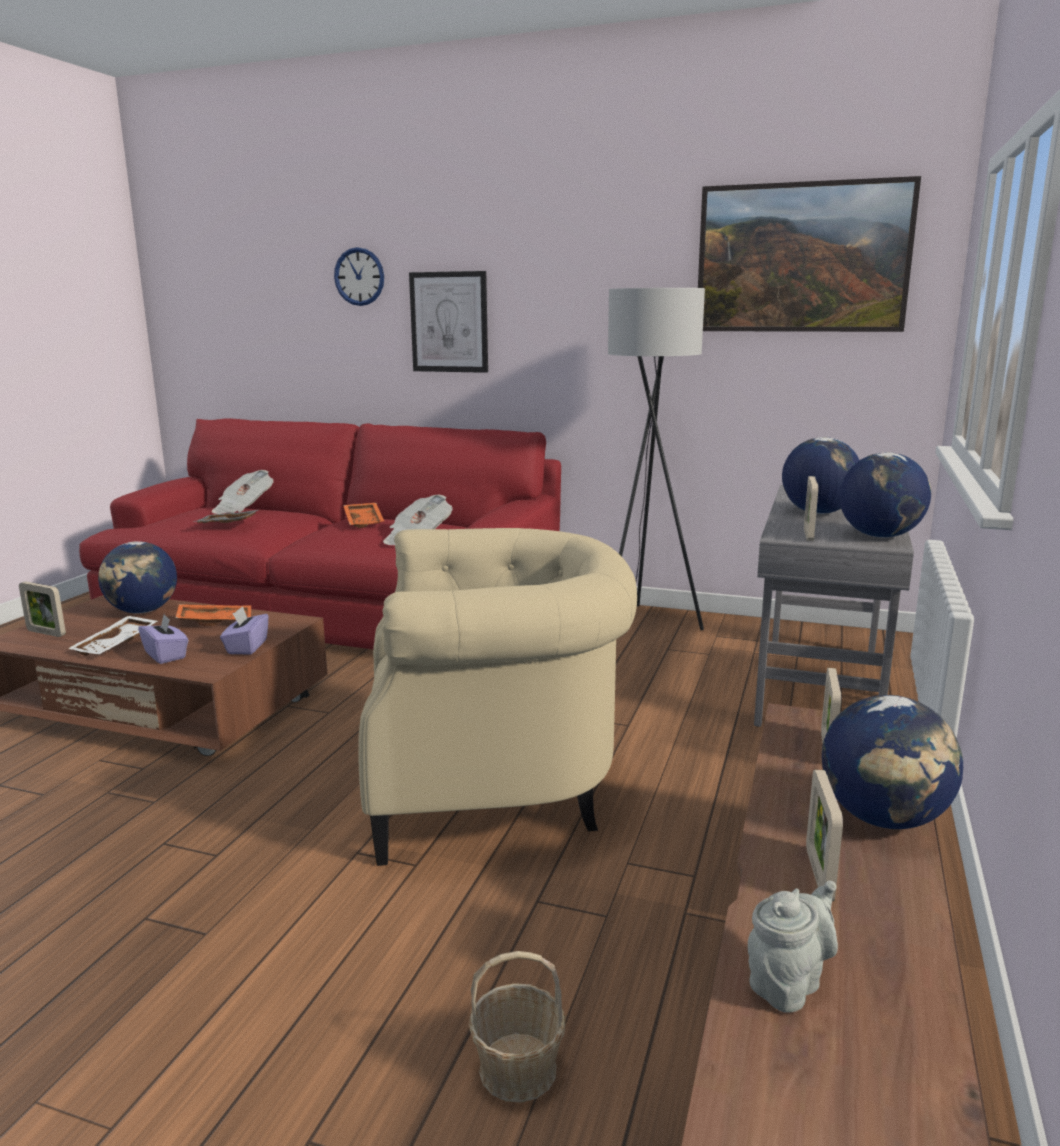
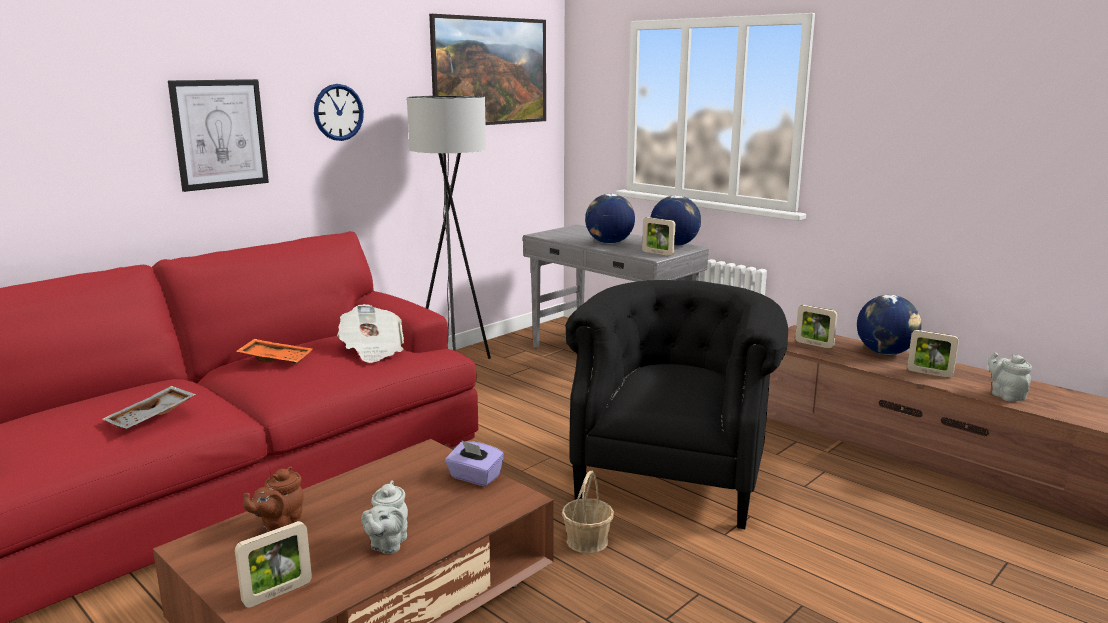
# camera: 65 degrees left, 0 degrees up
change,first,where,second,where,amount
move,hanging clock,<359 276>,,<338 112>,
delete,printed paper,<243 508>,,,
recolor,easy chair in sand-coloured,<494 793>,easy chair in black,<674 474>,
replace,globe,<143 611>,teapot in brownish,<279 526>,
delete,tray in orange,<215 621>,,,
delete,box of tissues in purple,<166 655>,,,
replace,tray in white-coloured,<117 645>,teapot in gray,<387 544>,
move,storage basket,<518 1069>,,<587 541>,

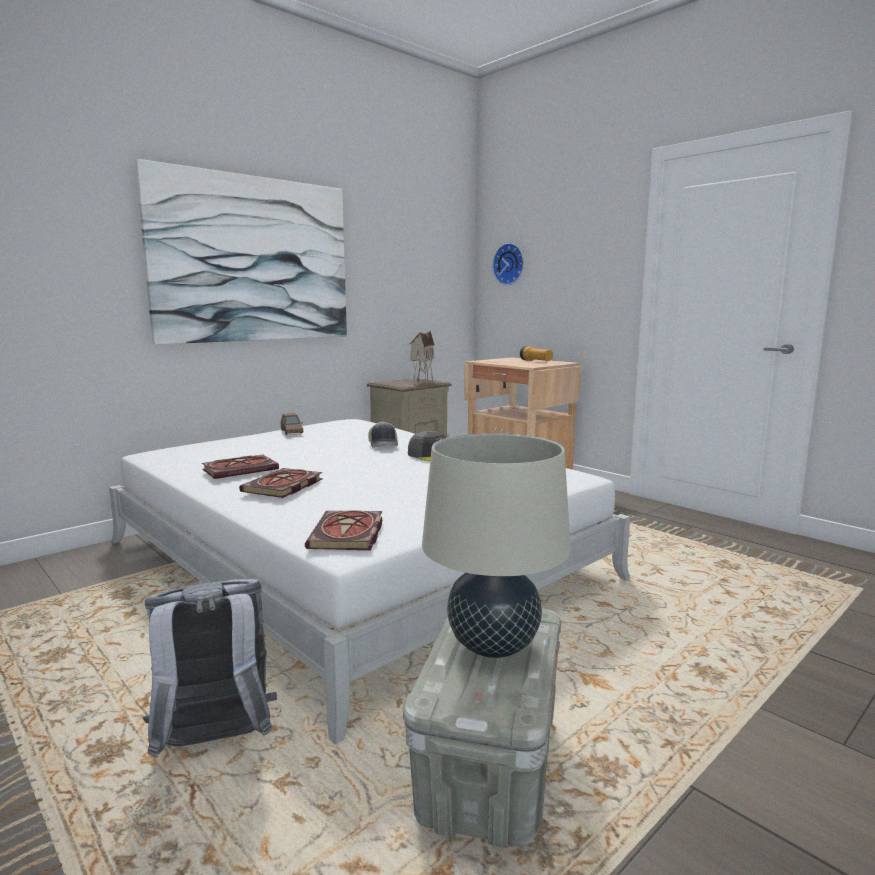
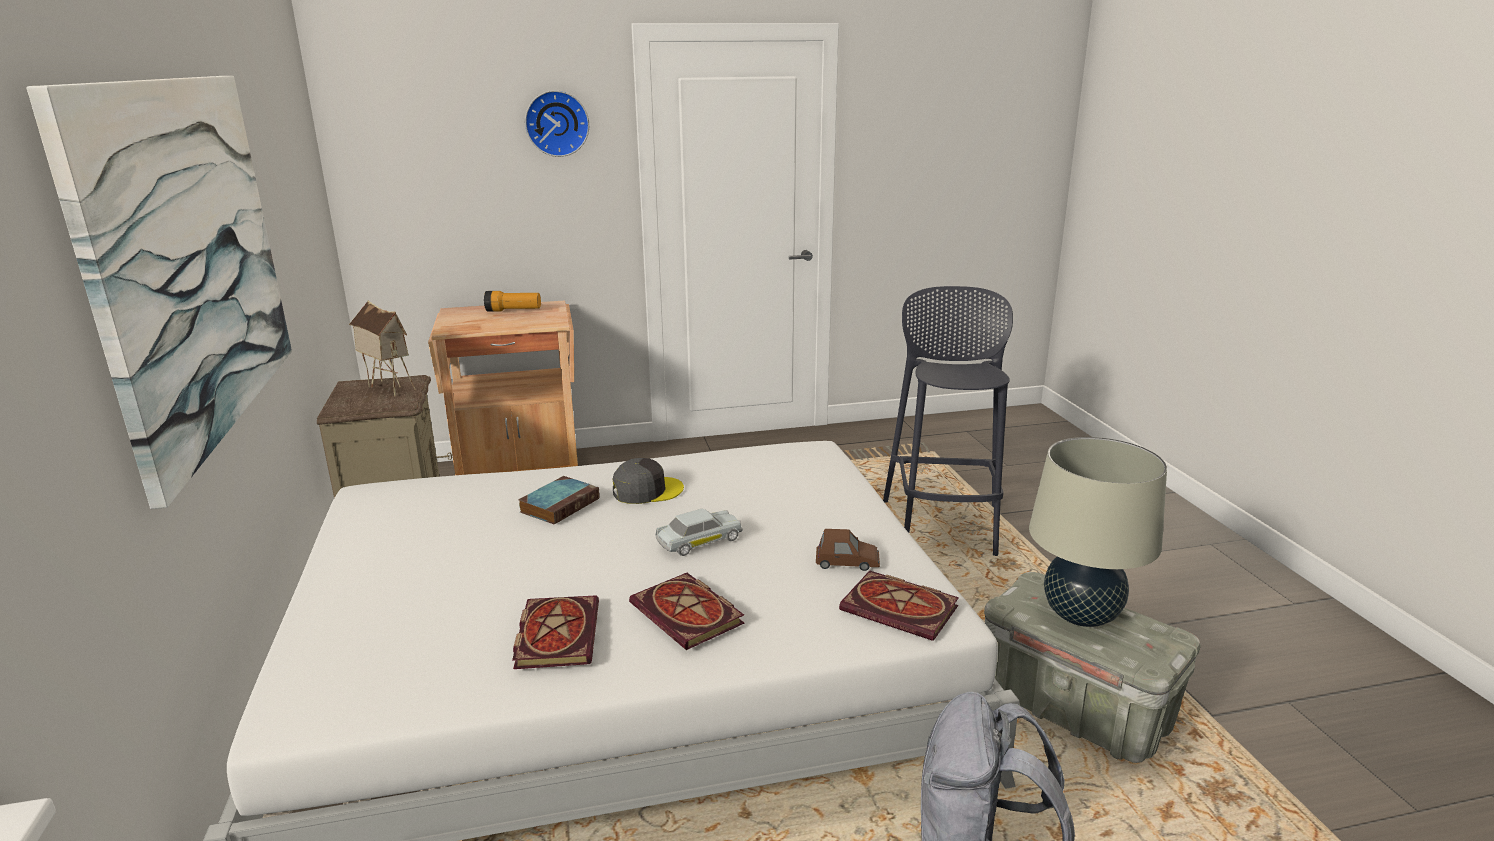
# camera: 60 degrees left, 10 degrees up
change,first,where,second,where,amount
move,hanging clock,<510 264>,,<557 123>,
move,model car in brownish,<292 432>,,<847 562>,
replace,baseball cap,<384 444>,bound book,<560 504>,
insert,,,stool in gray,<944 525>,
insert,,,model car in white-coloured,<699 541>,

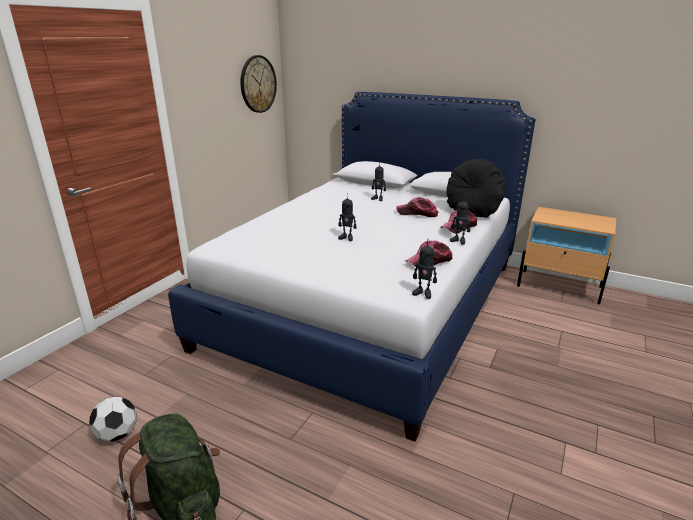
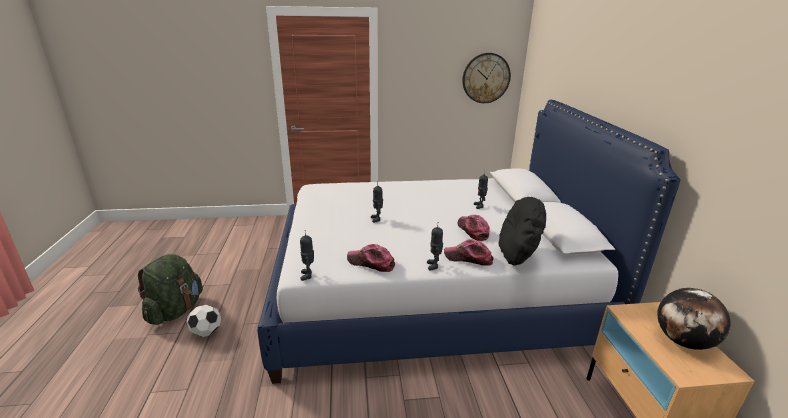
# camera: 55 degrees right, 0 degrees up
change,first,where,second,where,amount
move,ball for football,<118 434>,,<206 332>,
insert,,,globe,<683 341>,

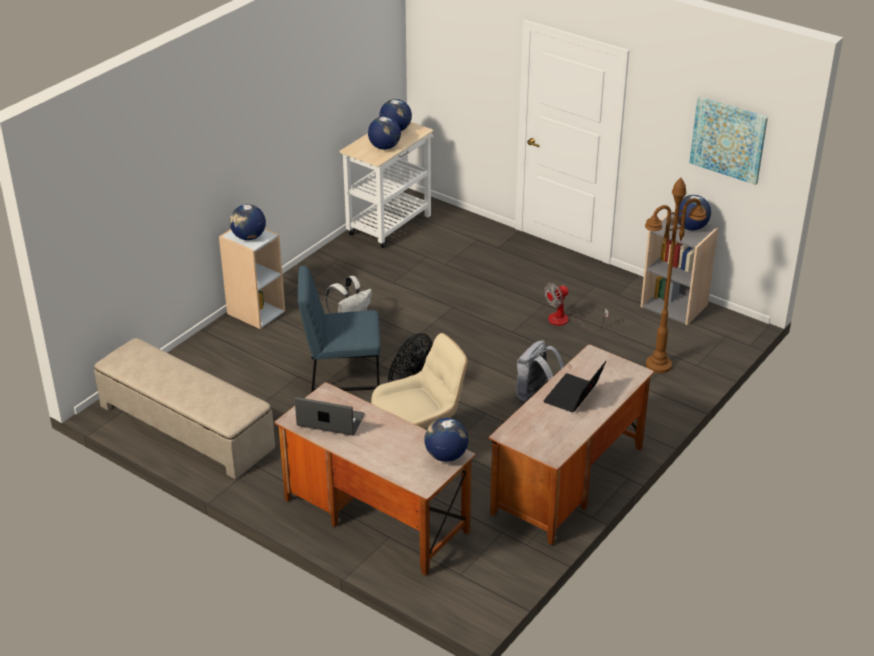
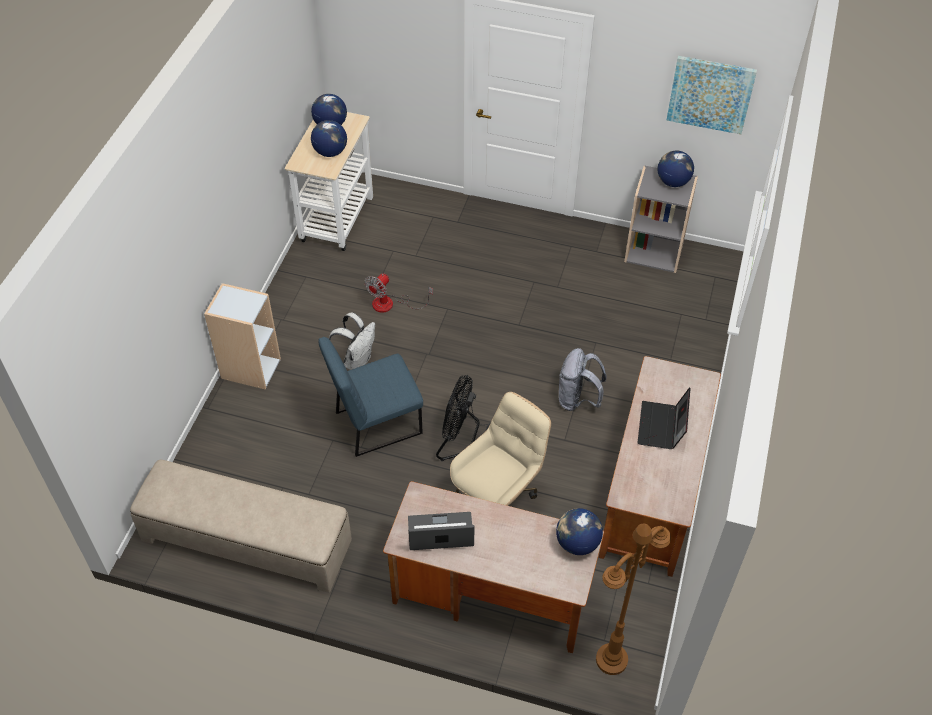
# camera: 20 degrees left, 15 degrees up
change,first,where,second,where,amount
move,floor lamp in brownish,<659 365>,,<611 659>,
delete,globe,<248 237>,,,
move,cooling fan,<566 321>,,<391 304>,

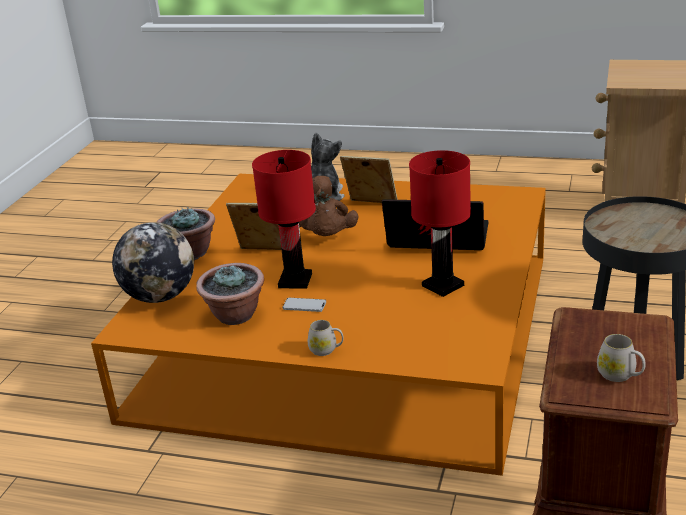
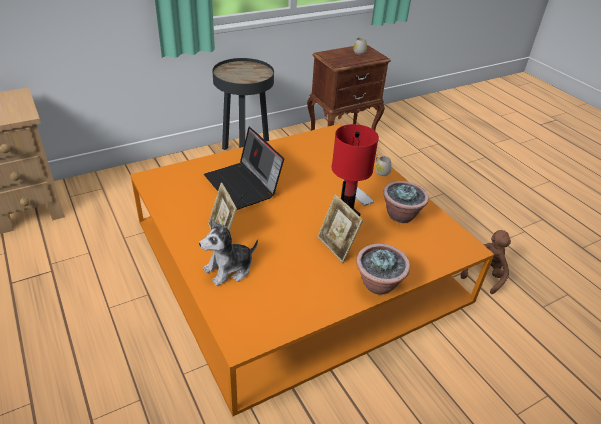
# camera: 140 degrees left, 10 degrees up
change,first,where,second,where,amount
delete,table lamp in reddish,<443 286>,,,
move,soft toy in brownish,<326 237>,,<483 273>,
delete,globe,<160 296>,,,

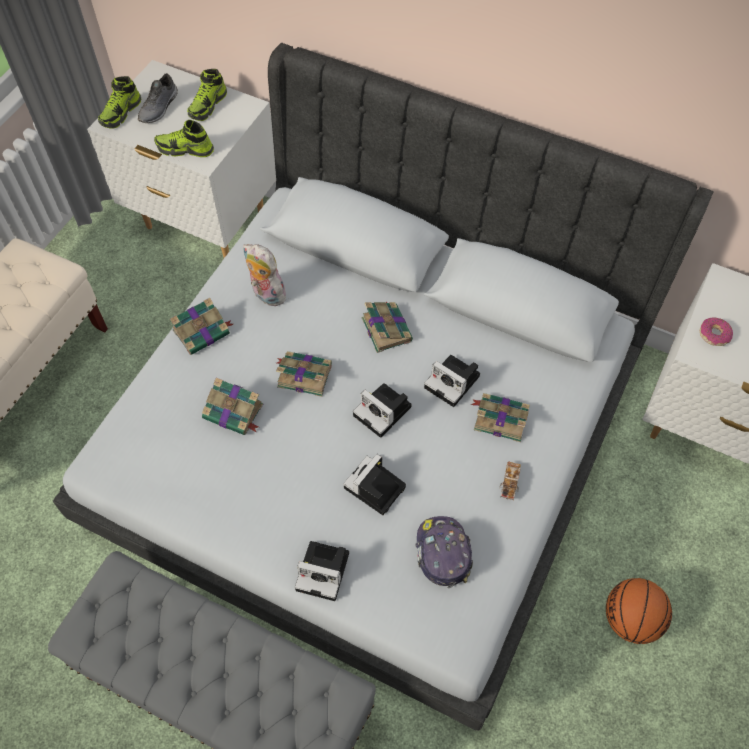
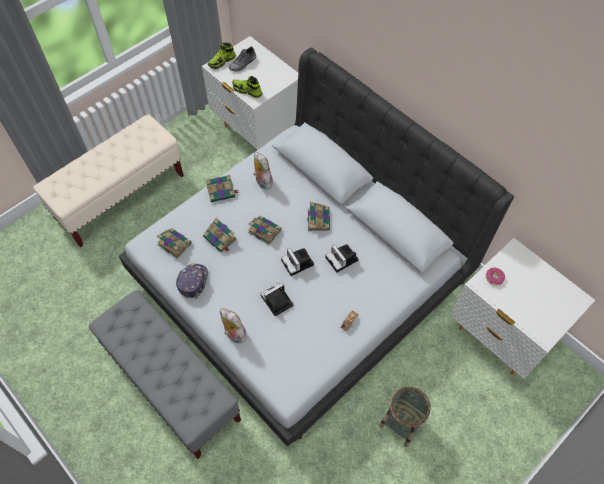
# camera: 20 degrees right, 0 degrees up
change,first,where,second,where,amount
delete,low shoe,<208 105>,,,
move,bound book,<499 418>,,<174 244>,
move,baseball cap,<442 553>,,<192 281>,
replace,photo camera,<325 571>,soft toy,<234 334>,
replace,ball for basketball,<631 619>,storage basket,<402 423>,

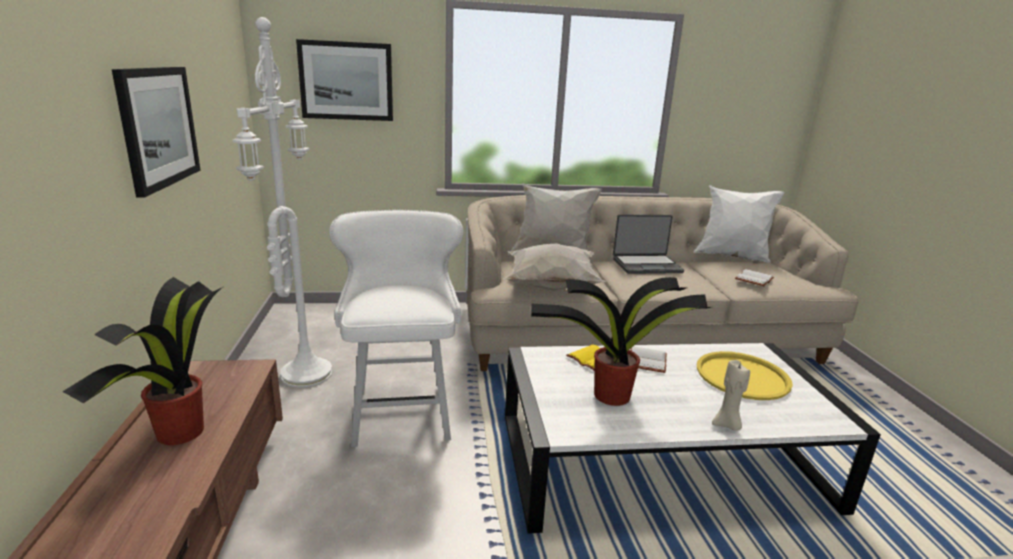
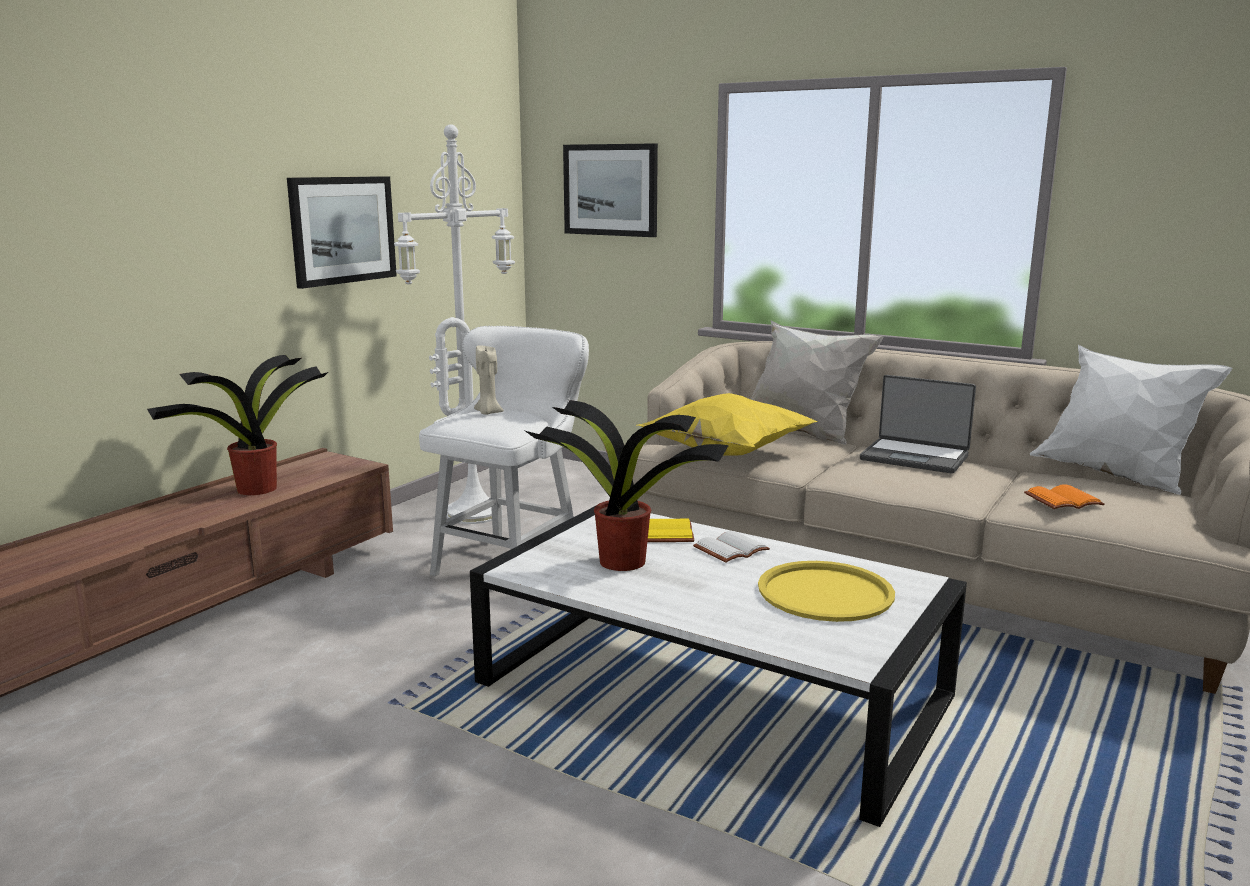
# camera: 40 degrees right, 5 degrees down
change,first,where,second,where,amount
recolor,pillow in white-coloured,<550 287>,pillow in yellowish,<725 454>,
recolor,bound book in white-coloured,<753 279>,bound book in orange,<1063 500>,
move,wax light in sand-coloured,<727 425>,,<488 413>,

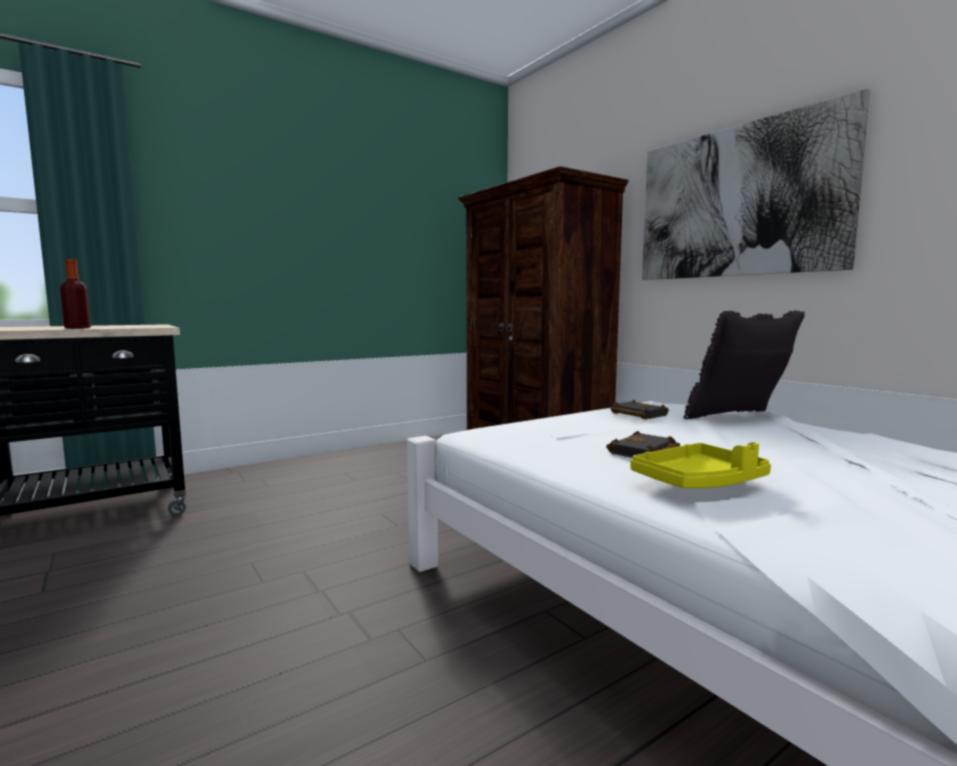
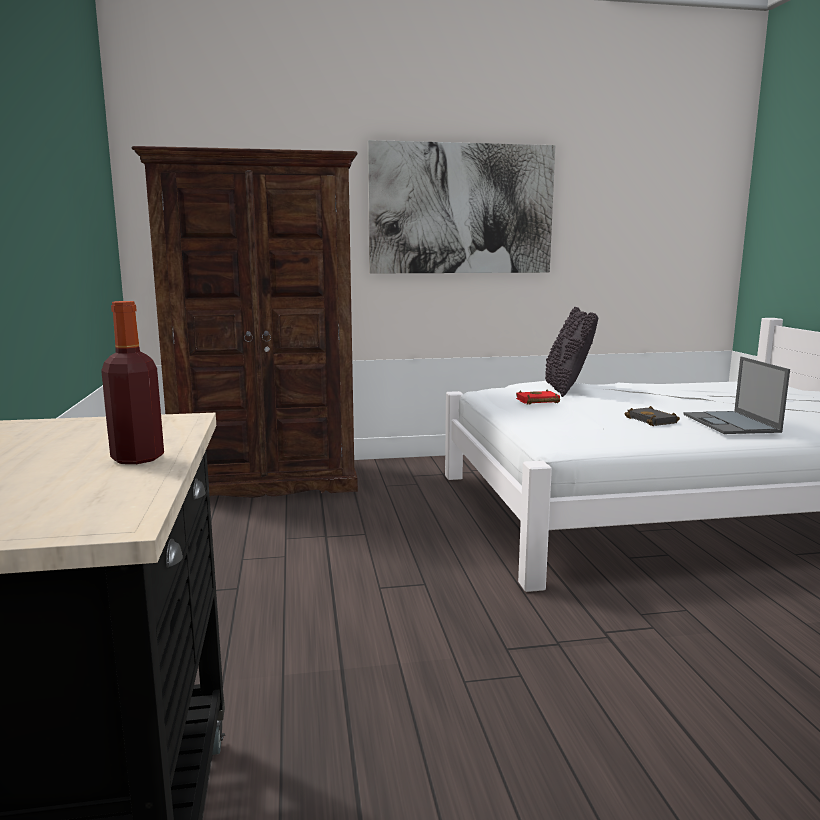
# camera: 65 degrees left, 5 degrees up
change,first,where,second,where,amount
recolor,bound book in black,<636 414>,bound book in reddish,<537 401>,
replace,tray in yellowish,<699 482>,portable computer,<731 423>,

